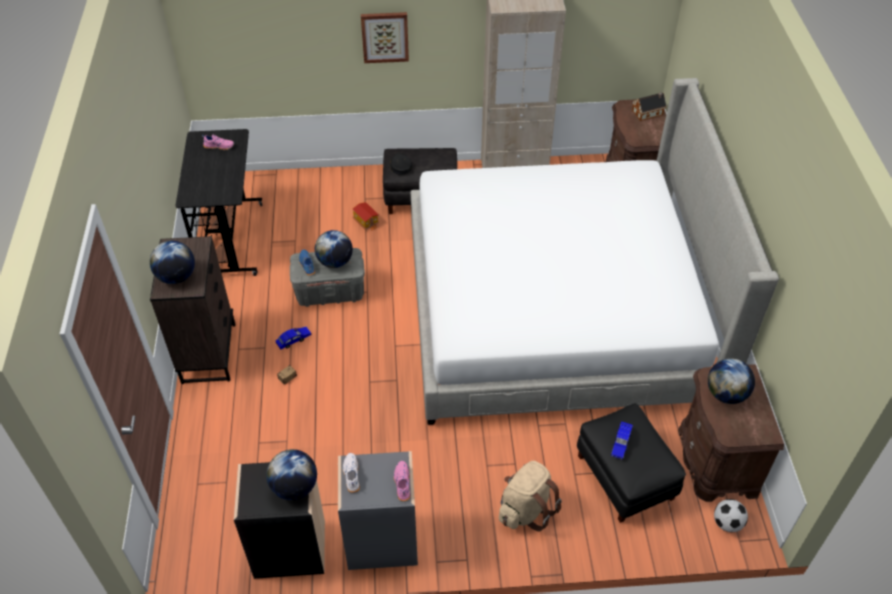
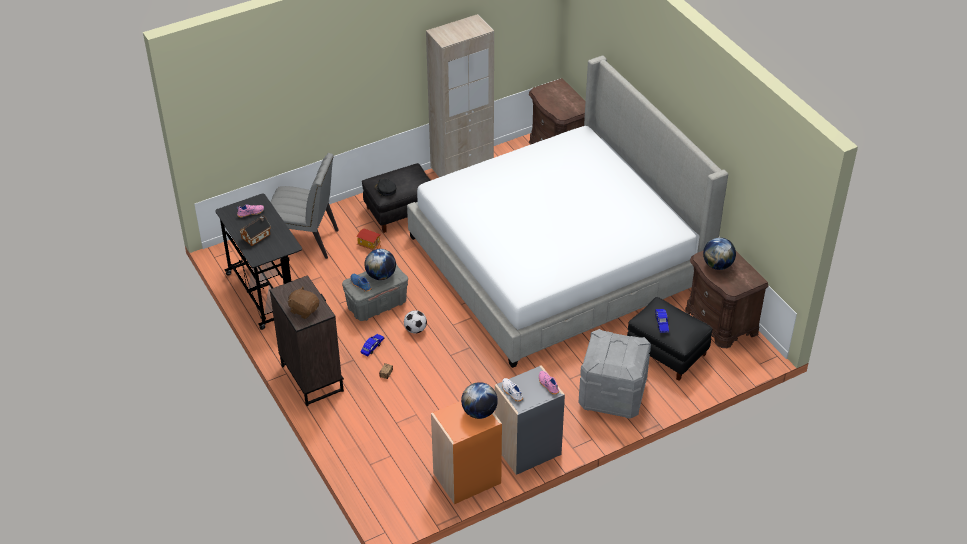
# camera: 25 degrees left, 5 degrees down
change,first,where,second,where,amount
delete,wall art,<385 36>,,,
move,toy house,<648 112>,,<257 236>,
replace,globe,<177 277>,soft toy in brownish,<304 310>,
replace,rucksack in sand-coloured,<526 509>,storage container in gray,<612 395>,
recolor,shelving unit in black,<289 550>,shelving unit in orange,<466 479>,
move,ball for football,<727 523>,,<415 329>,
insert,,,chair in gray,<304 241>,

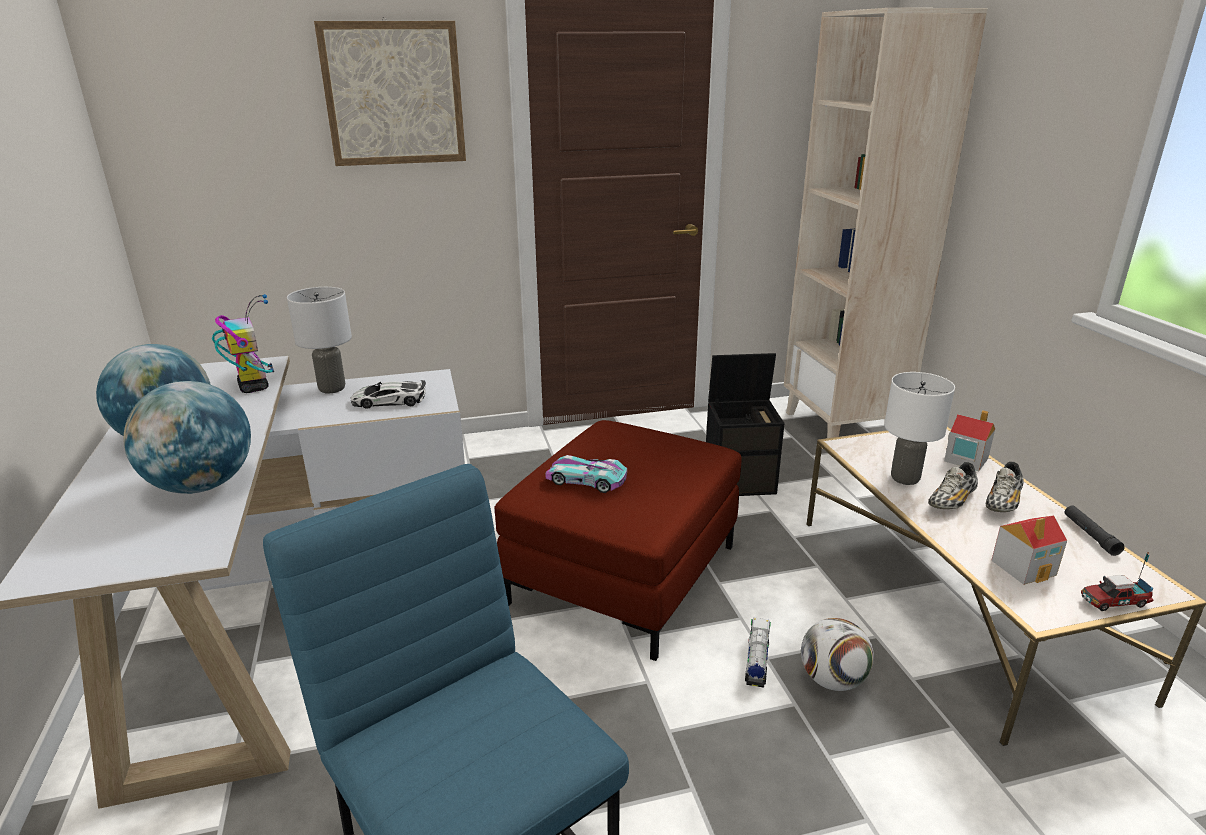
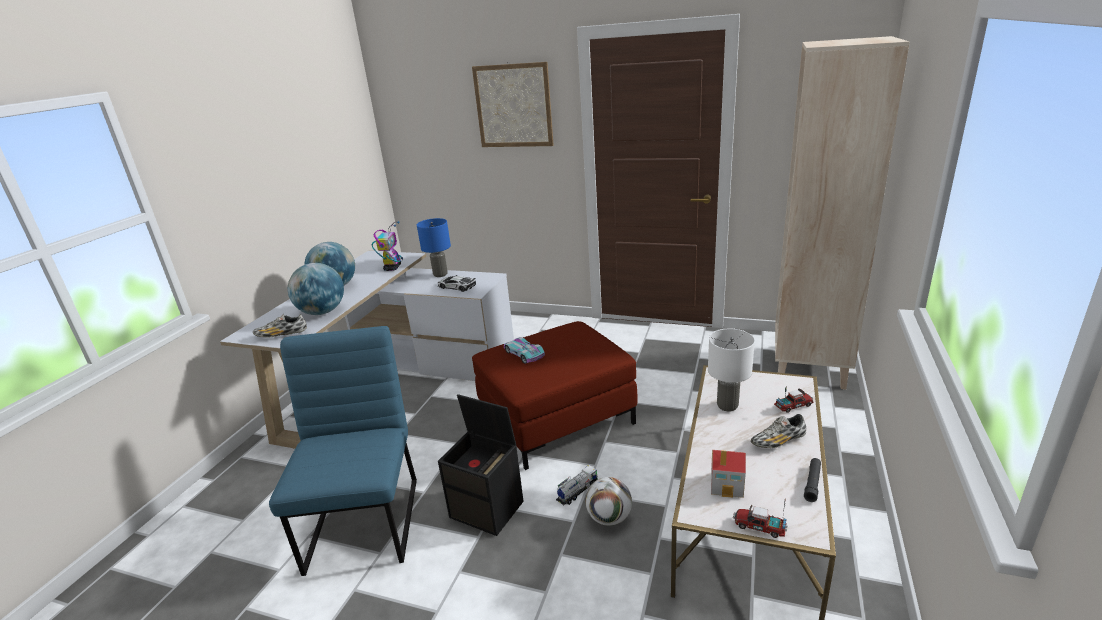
# camera: 35 degrees right, 0 degrees up
change,first,where,second,where,amount
recolor,table lamp in white-coloured,<330 389>,table lamp in blue-coloured,<439 275>,
move,storage container in black,<740 481>,,<488 509>,
replace,toy house,<965 459>,toy lorry,<794 406>,
move,low shoe,<951 501>,,<281 335>,

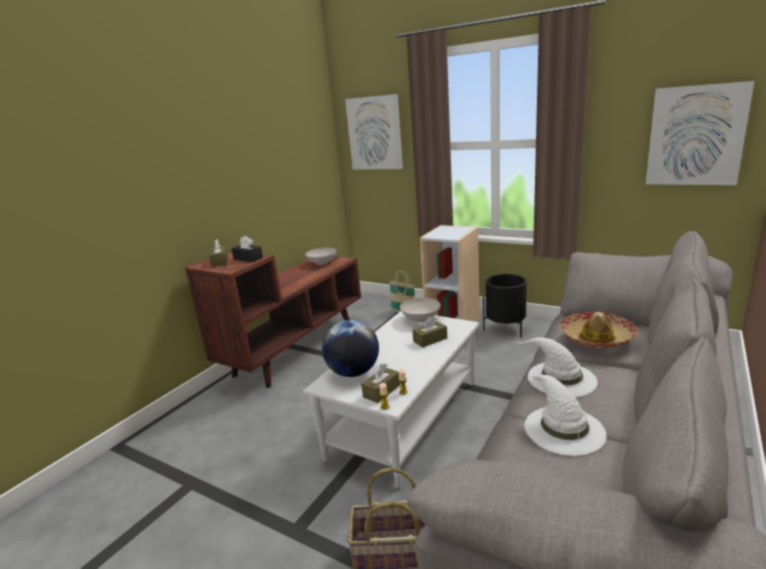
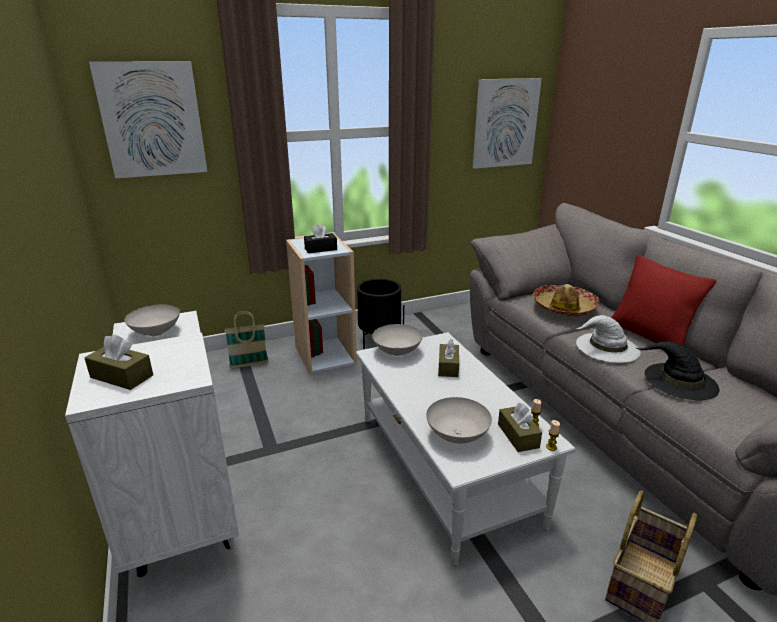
# camera: 55 degrees left, 5 degrees up
change,first,where,second,where,amount
move,box of tissues in black,<248 258>,,<321 249>,
recolor,tv stand in brownish,<296 348>,tv stand in white-coloured,<178 475>,
replace,globe,<353 372>,serving bowl in white-coloured,<457 436>,
recolor,hat in white-coloured,<562 429>,hat in black,<679 381>,
insert,,,pillow in reddish,<648 337>,

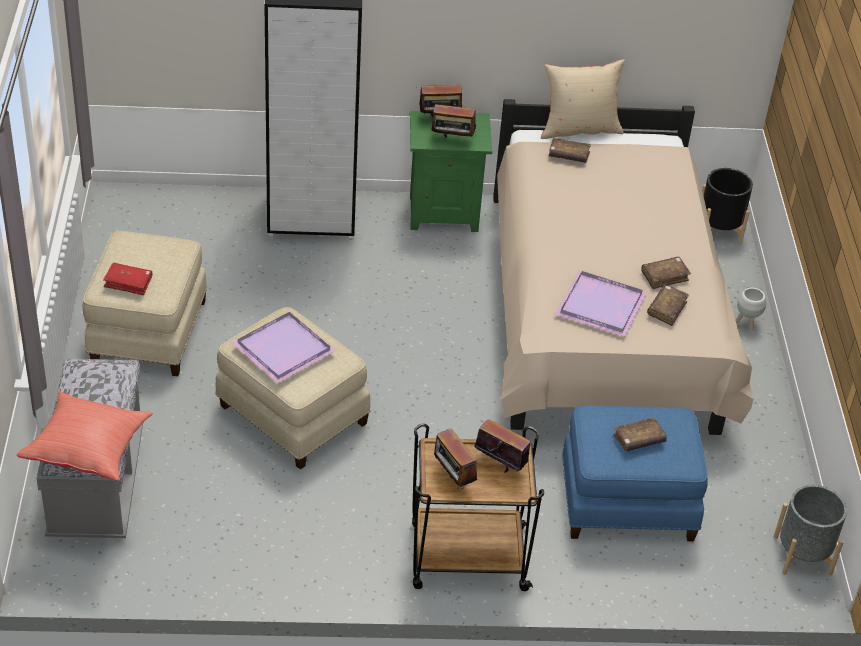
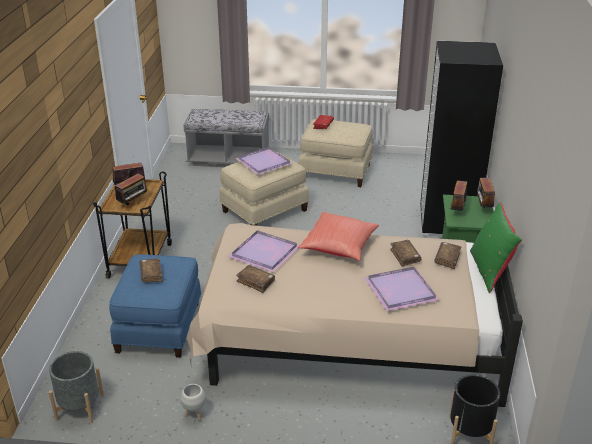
# camera: 100 degrees right, 10 degrees down
change,first,where,second,where,amount
recolor,pillow in sand-coloured,<579 129>,pillow in green-coloured,<490 271>,
move,bound book in brownish,<664 276>,,<405 256>,
move,plant pot in white-coloured,<746 323>,,<195 415>,
move,pillow in reddish,<88 449>,,<339 247>,
insert,,,tray in purple,<402 291>,

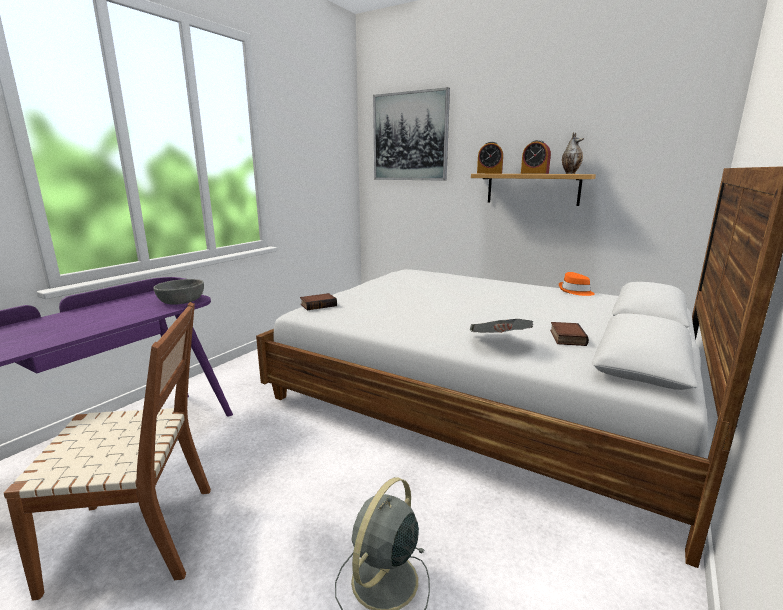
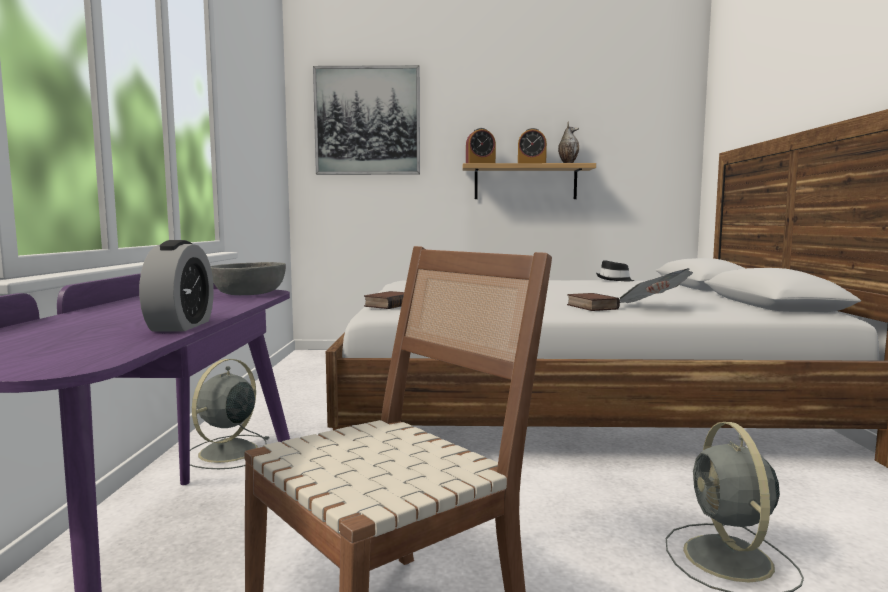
# camera: 30 degrees left, 10 degrees down
change,first,where,second,where,amount
recolor,hat in orange,<575 291>,hat in black,<614 280>,
move,bound book,<566 337>,,<590 307>,
insert,,,table clock,<181 326>,
insert,,,cooling fan in gray,<226 452>,

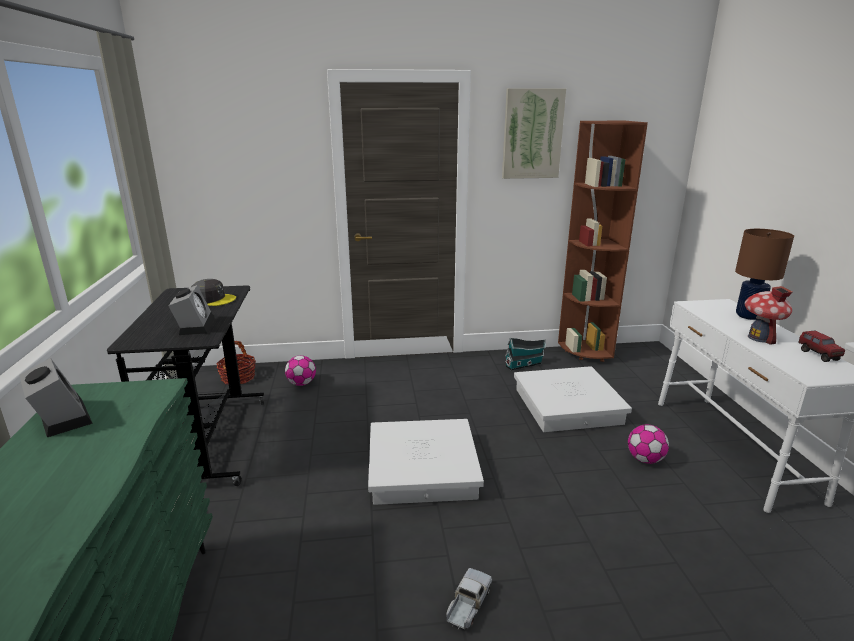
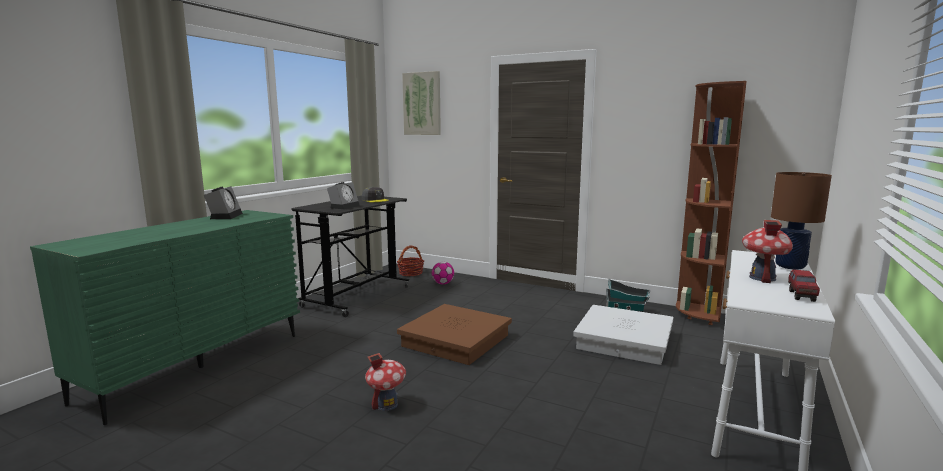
# camera: 35 degrees right, 10 degrees down
change,first,where,second,where,amount
move,wall art,<532 134>,,<422 104>,
recolor,storage container in white-coloured,<423 468>,storage container in brownish,<456 340>,
delete,ball for football,<645 459>,,,
replace,toy lorry,<468 604>,toy house,<386 404>,

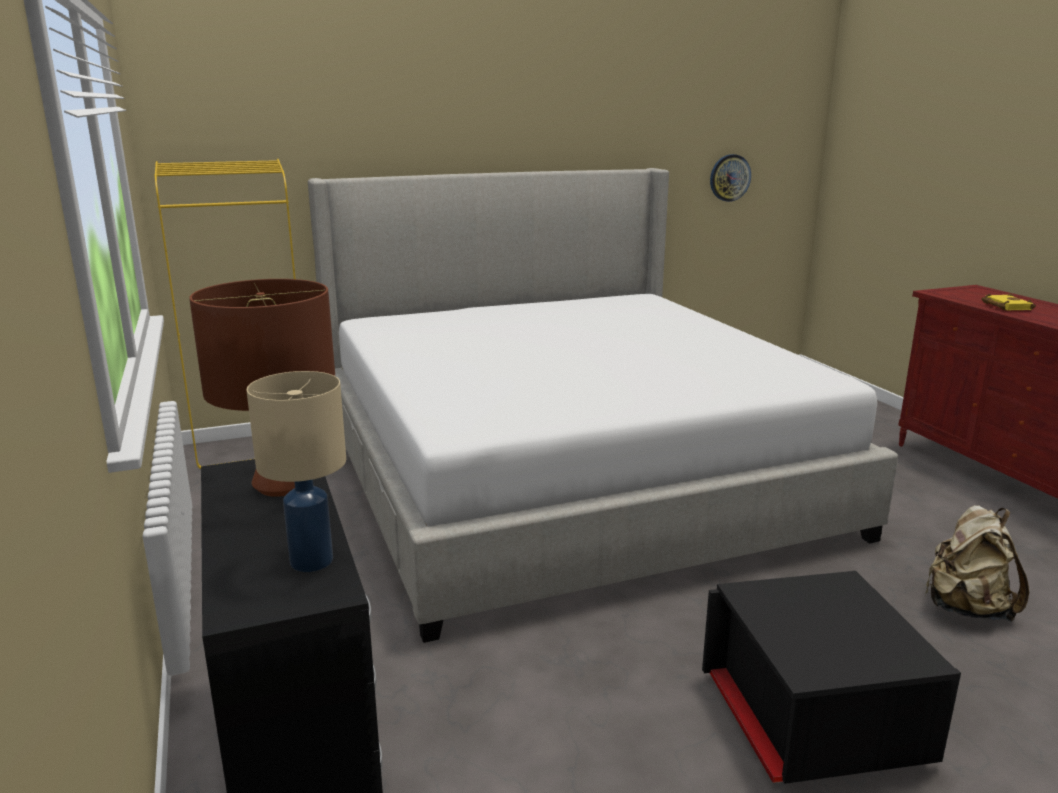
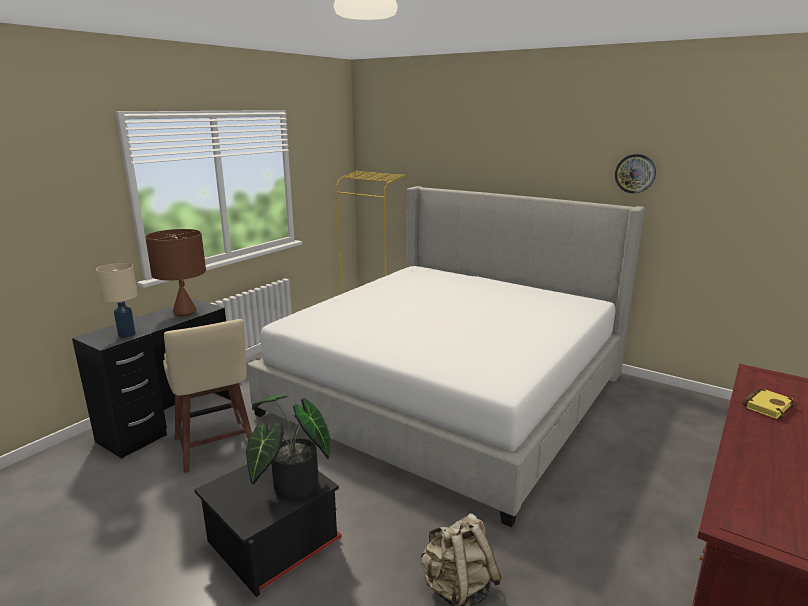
# camera: 55 degrees right, 0 degrees up
change,first,where,second,where,amount
move,hanging clock,<729 178>,,<635 173>,
insert,,,stool in sand-coloured,<215 447>,
insert,,,potted plant,<290 487>,

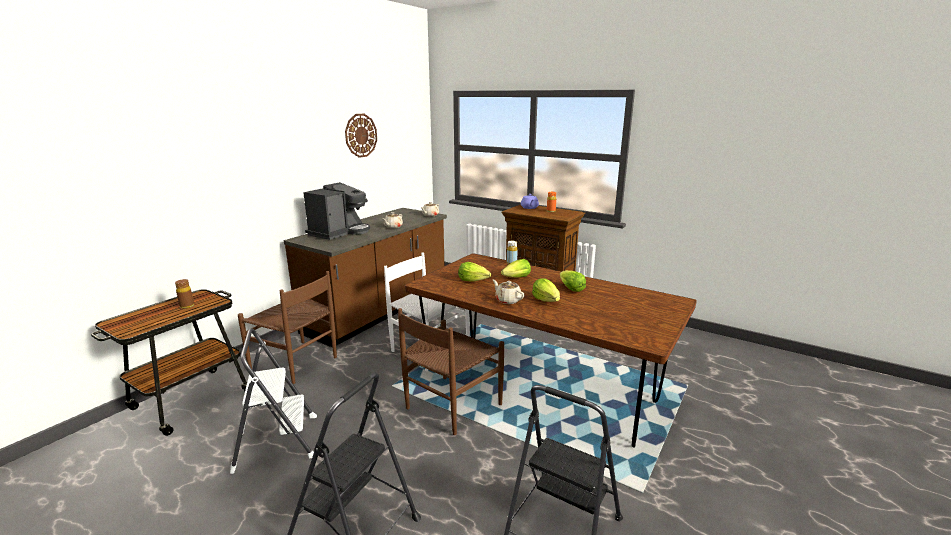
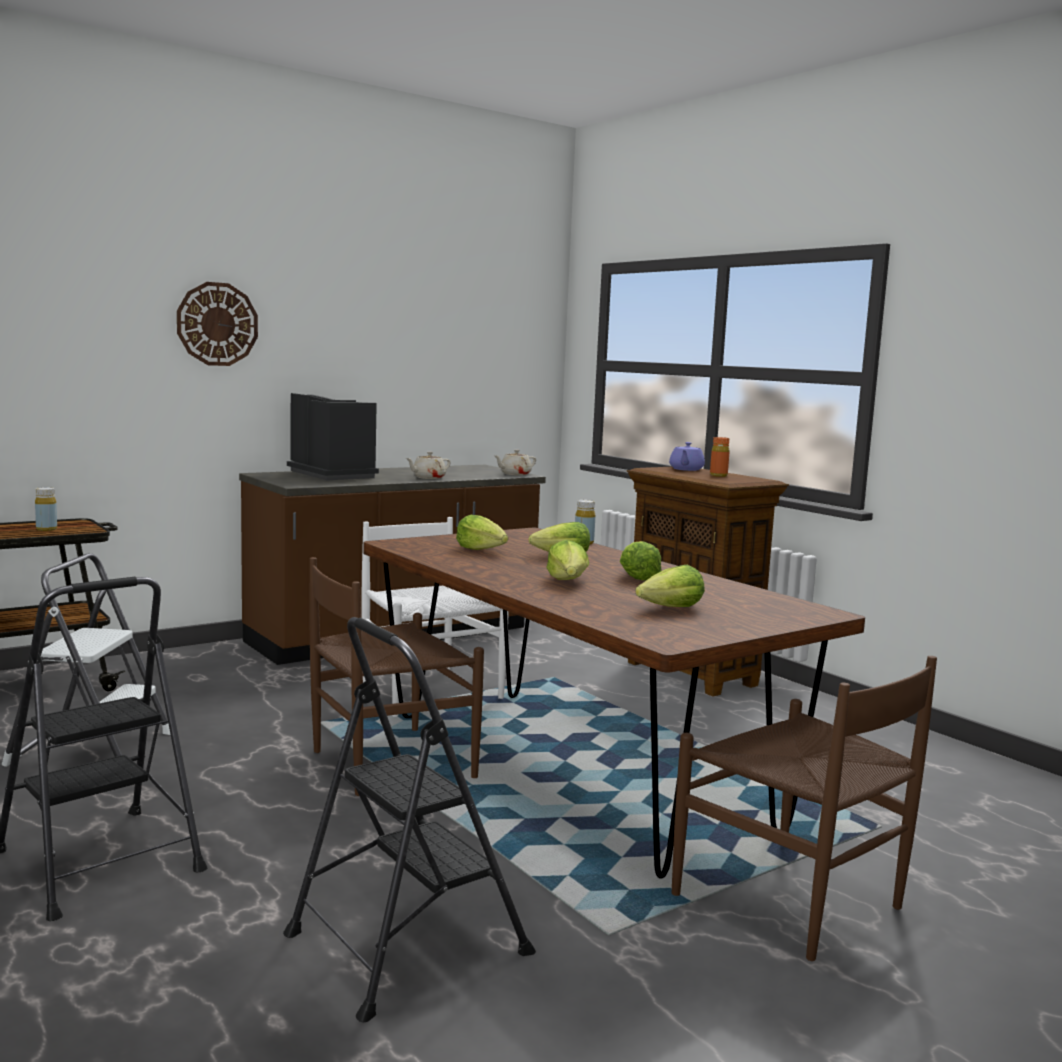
# camera: 20 degrees right, 10 degrees down
change,first,where,second,where,amount
move,hanging clock,<361 135>,,<217 324>,
rotate,coffee machine,<339 232>,,<334 474>,90 degrees counterclockwise
move,chair in brownish,<297 363>,,<792 900>,
recolor,drink bottle in brownish,<187 306>,drink bottle in yellowish,<46 529>,
delete,teapot in sand-coloured,<507 300>,,,
insert,,,head of lettuce,<671 609>,

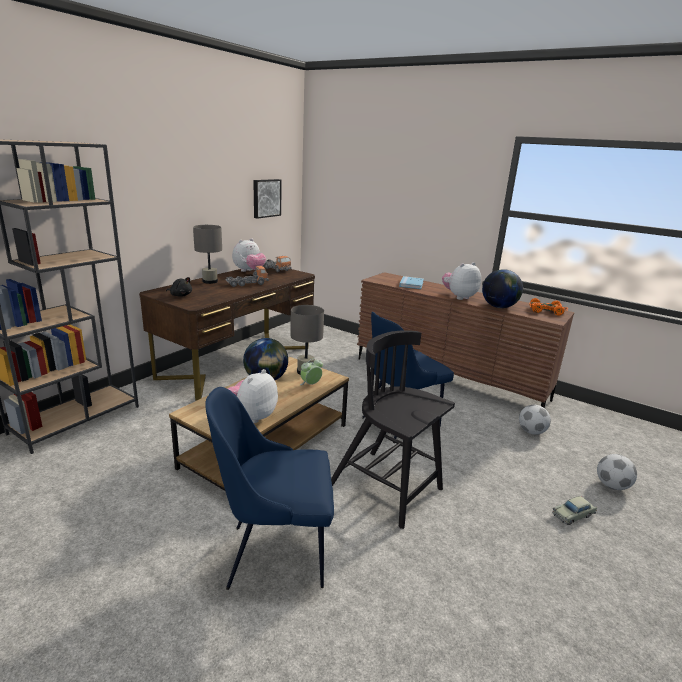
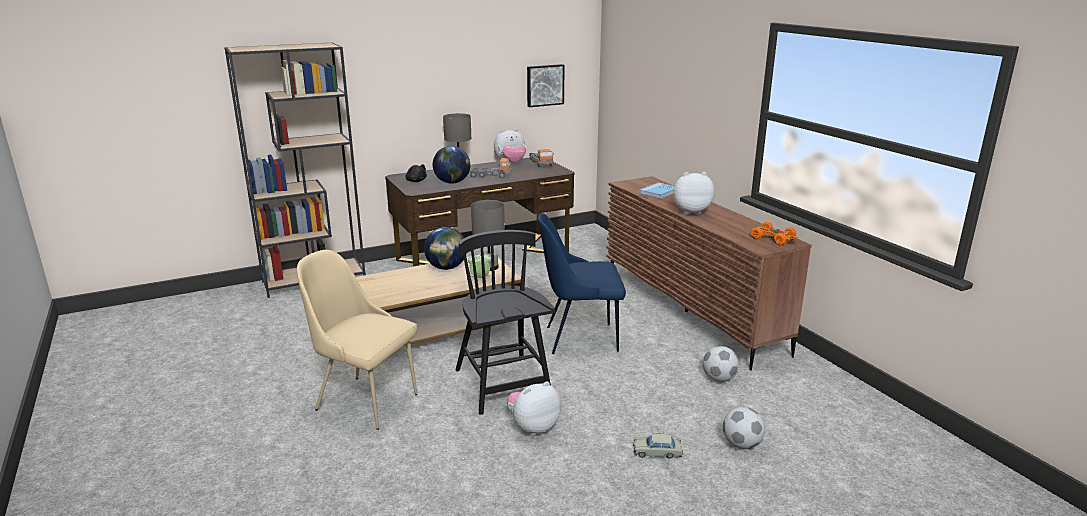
# camera: 30 degrees right, 0 degrees up
change,first,where,second,where,amount
move,globe,<499 307>,,<452 182>,
move,soft toy,<252 416>,,<533 427>,
recolor,chair in blue-coloured,<276 556>,chair in sand-coloured,<365 402>,

